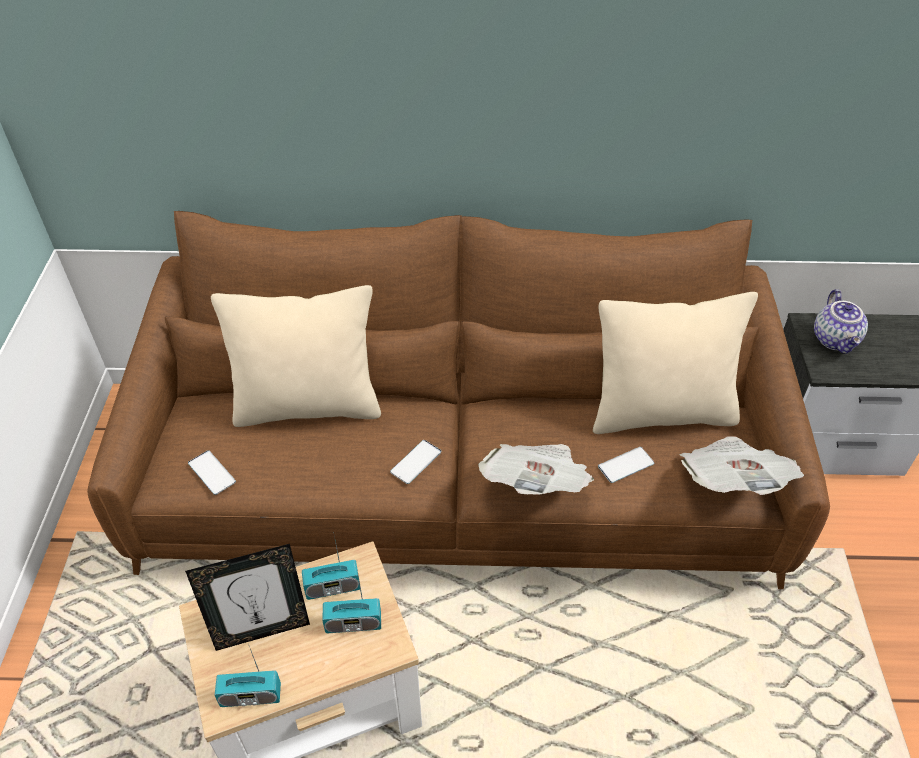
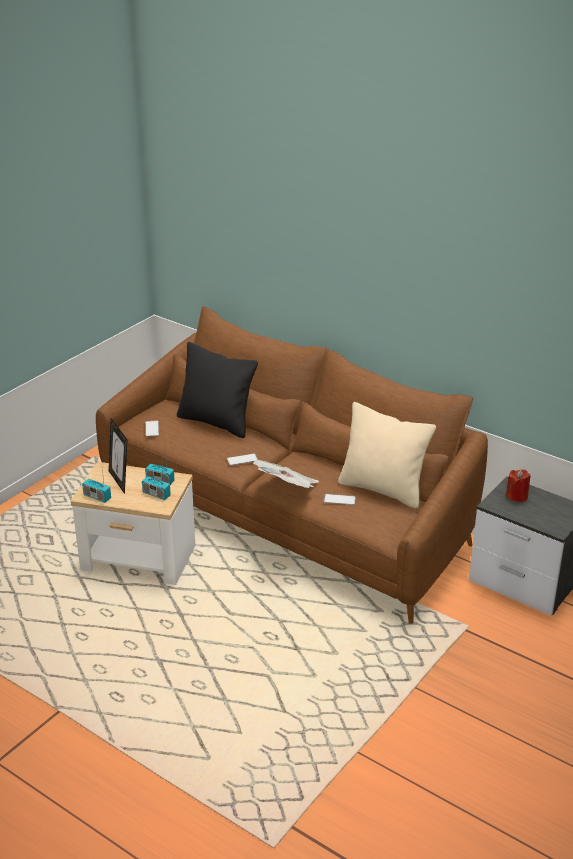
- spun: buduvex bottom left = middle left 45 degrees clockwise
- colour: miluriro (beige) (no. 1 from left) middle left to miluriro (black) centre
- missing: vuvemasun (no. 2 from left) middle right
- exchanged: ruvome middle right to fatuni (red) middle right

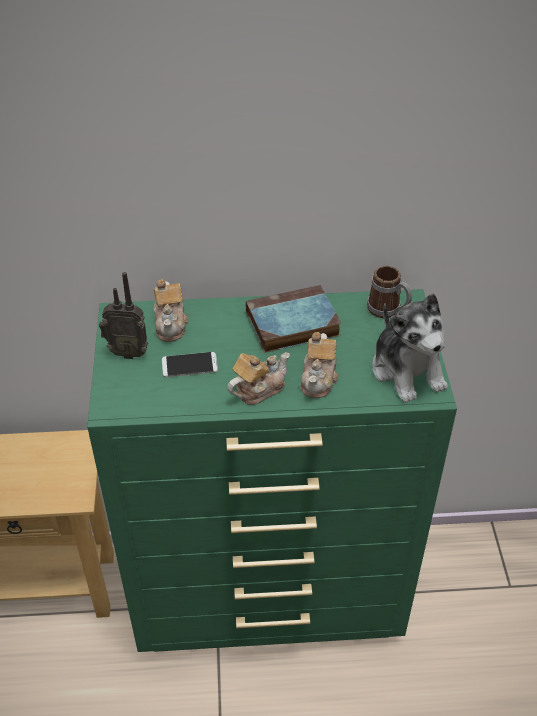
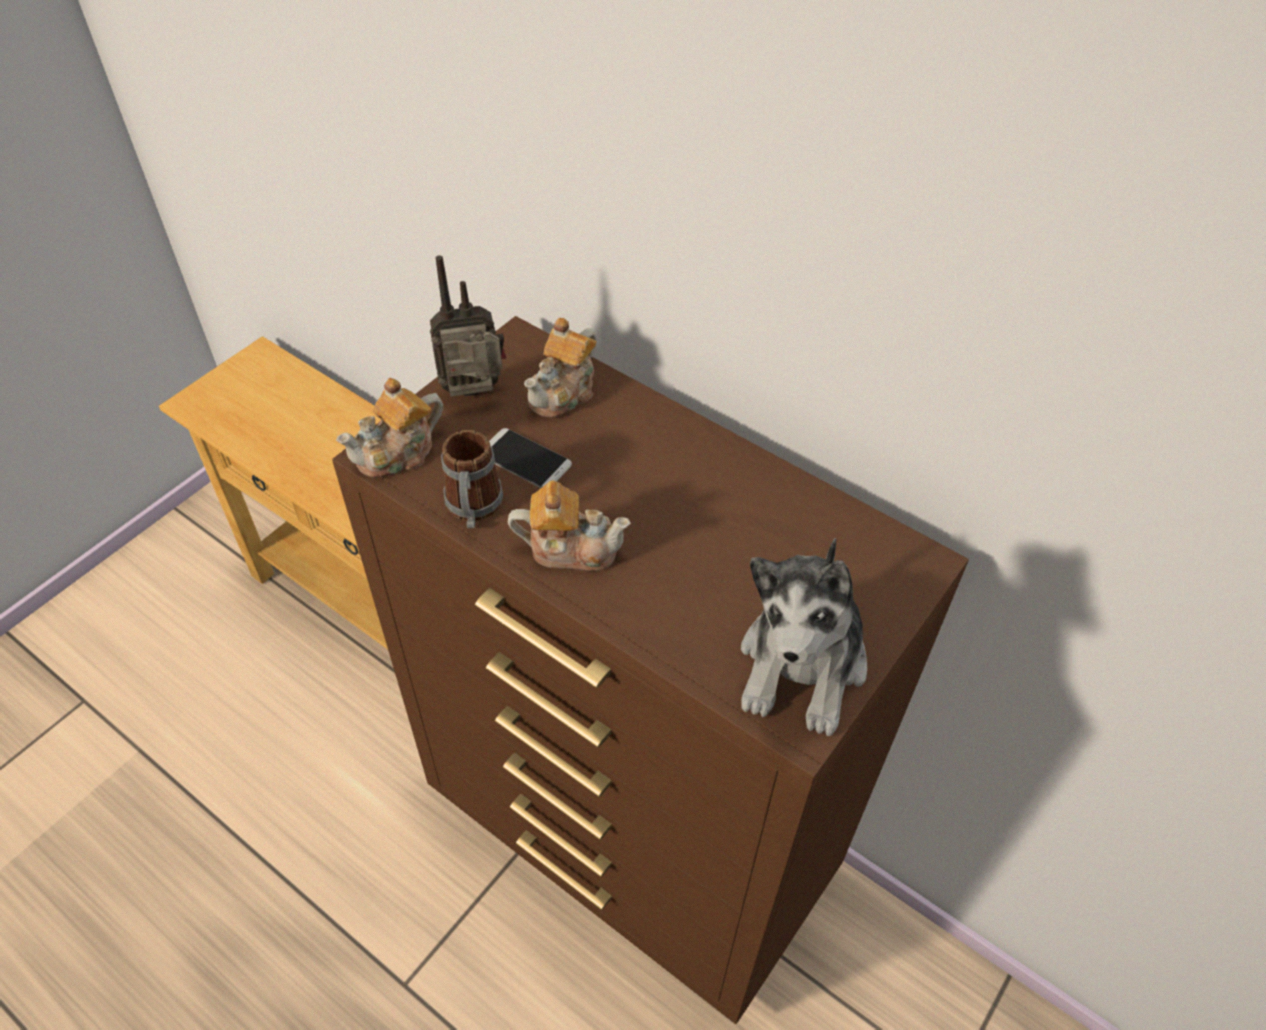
- colour: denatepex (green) centre to denatepex (brown) centre
- spun: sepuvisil middle left = top centre 120 degrees clockwise
- missing: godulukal centre
- relocated: ruvome (no. 3 from left in the first image) centre to ruvome (no. 1 from left) middle left
- relocated: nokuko middle right to centre

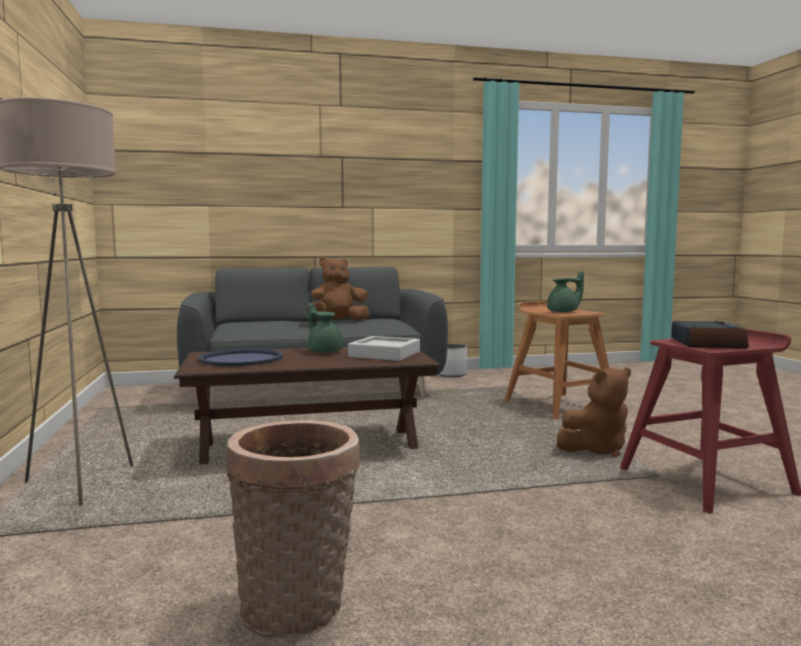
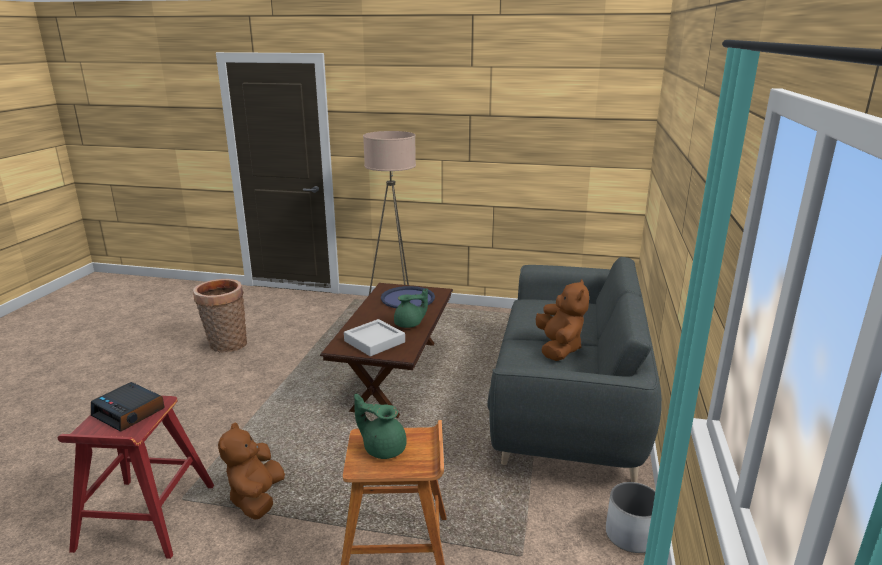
- spun: ruvome (green) (no. 2 from left in the first image) middle right = bottom centre 105 degrees clockwise

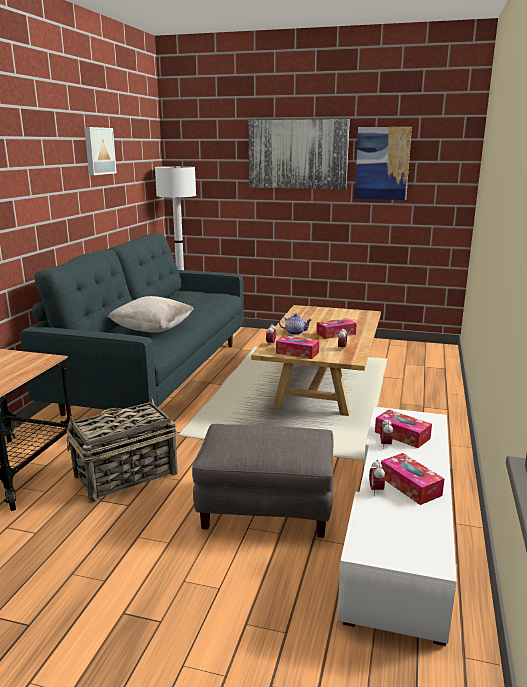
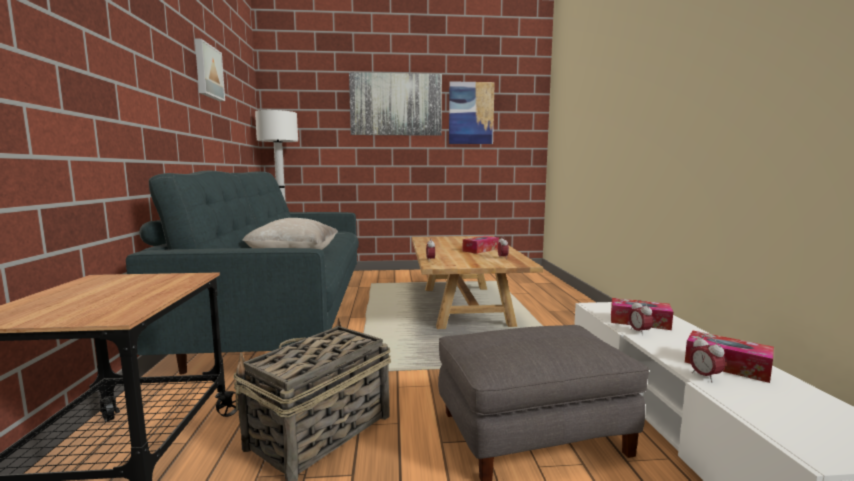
- missing: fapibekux (no. 1 from left) centre
- missing: ruvome centre

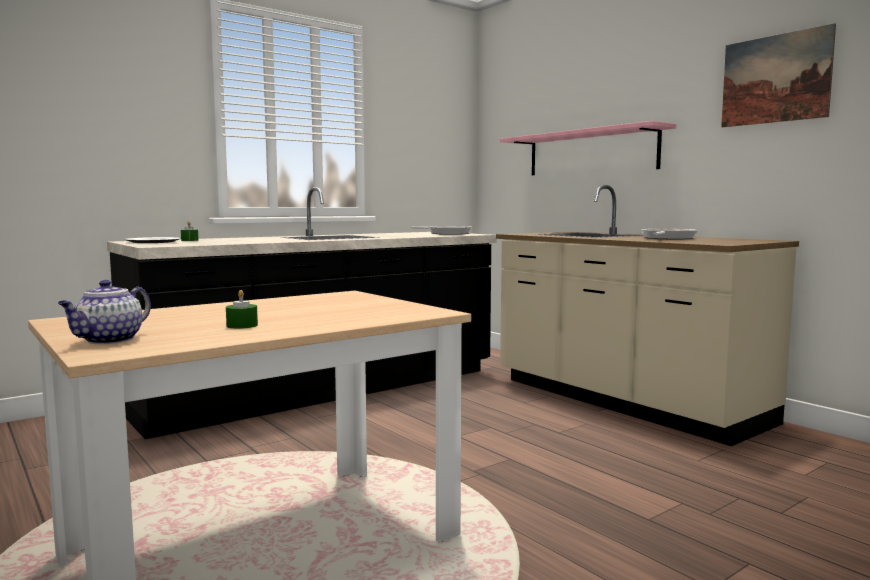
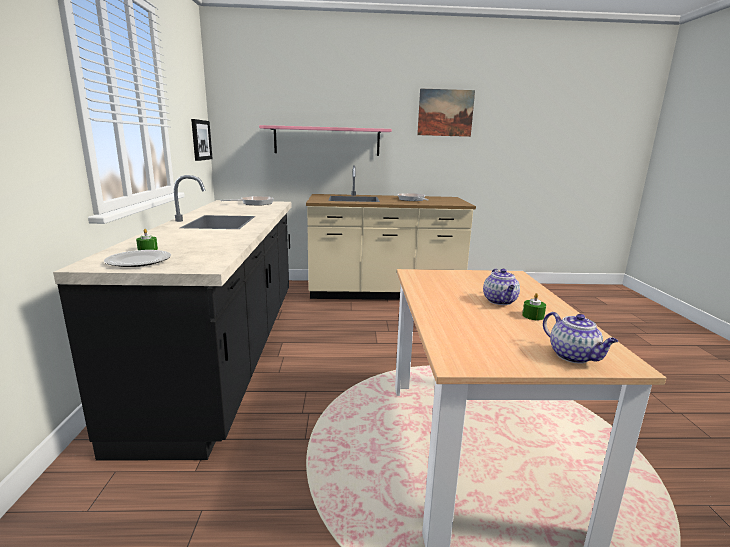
- appeared: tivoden (no. 1 from left) top left
- appeared: ruvome (no. 1 from left) middle right

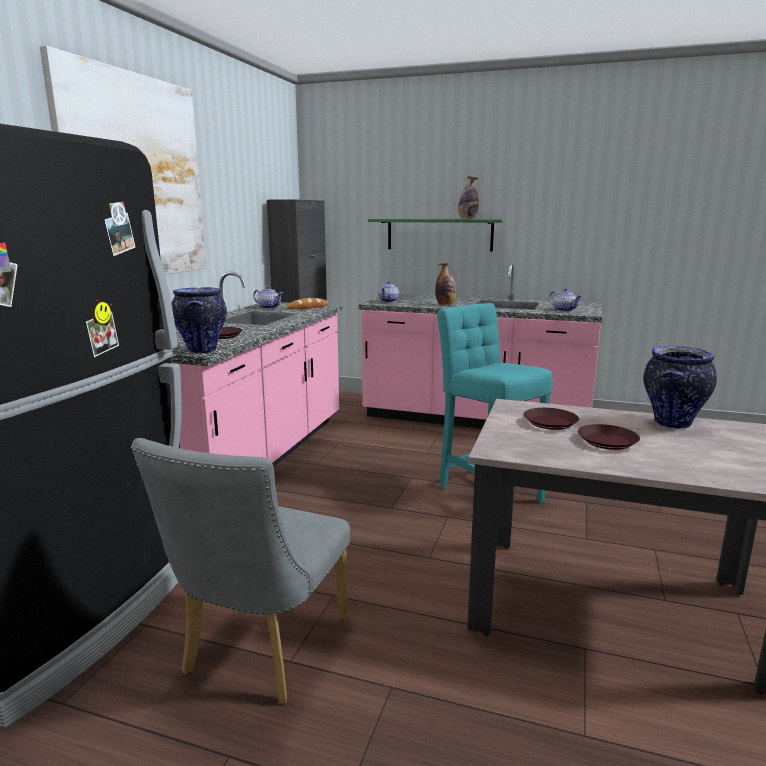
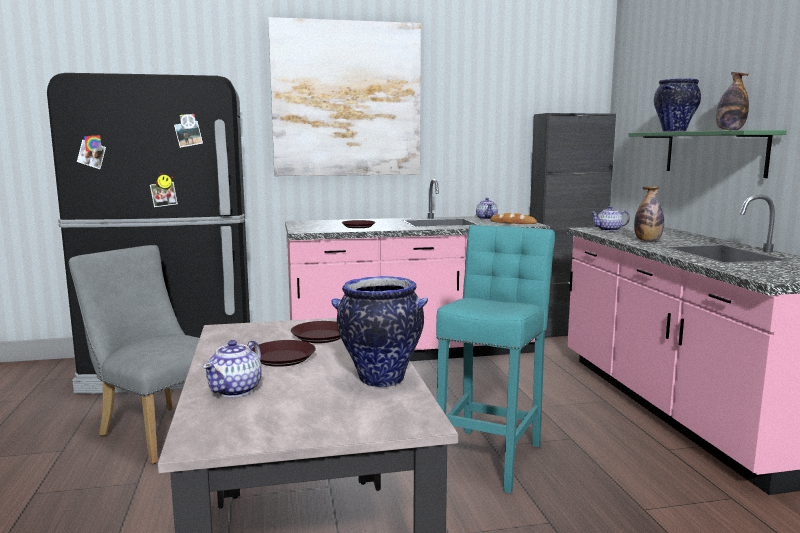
- spun: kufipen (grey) bottom left = middle left 45 degrees clockwise
- relocated: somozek (no. 1 from left in the first image) middle left to somozek (no. 2 from left) top right
- relocated: ruvome (no. 3 from left in the first image) middle right to ruvome (no. 1 from left) bottom left

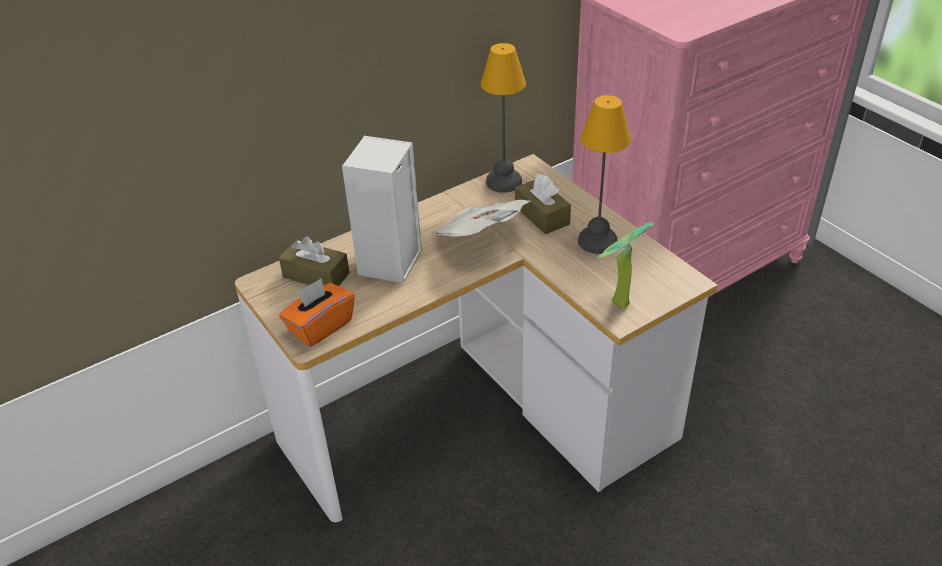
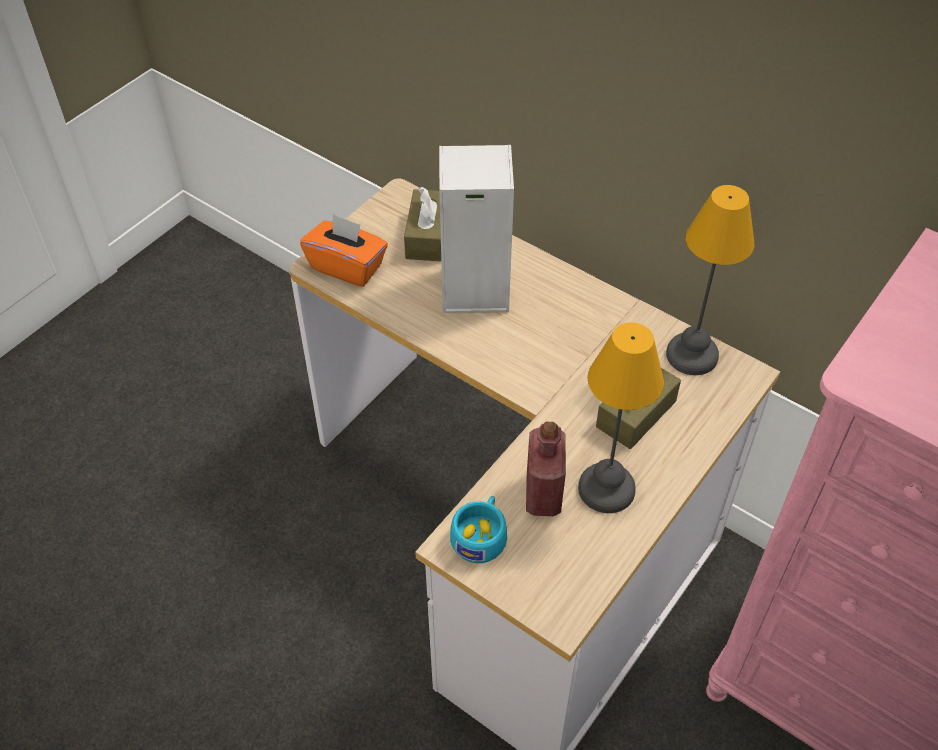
- missing: vuvemasun centre
- exchanged: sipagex centre to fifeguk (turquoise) bottom centre
- appeared: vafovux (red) centre

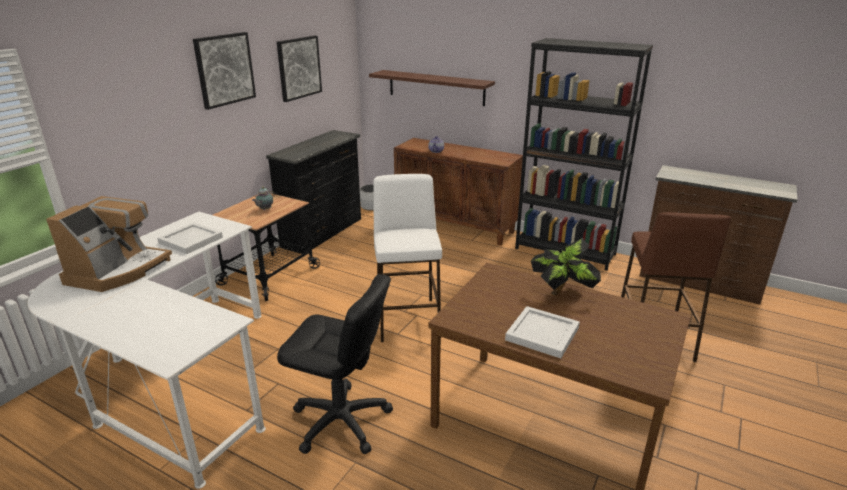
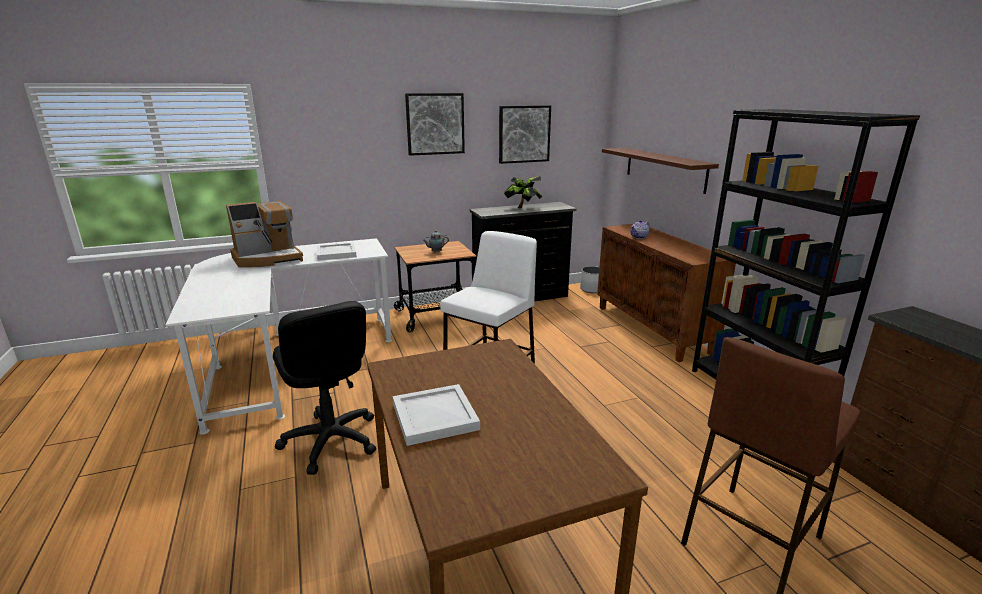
- relocated: sipagex middle right to top centre

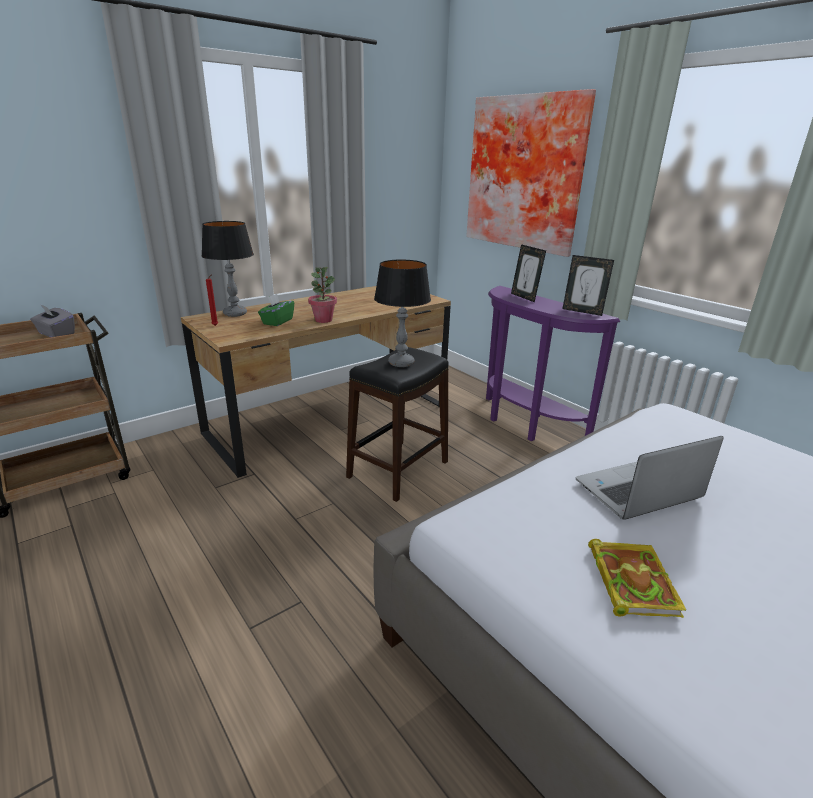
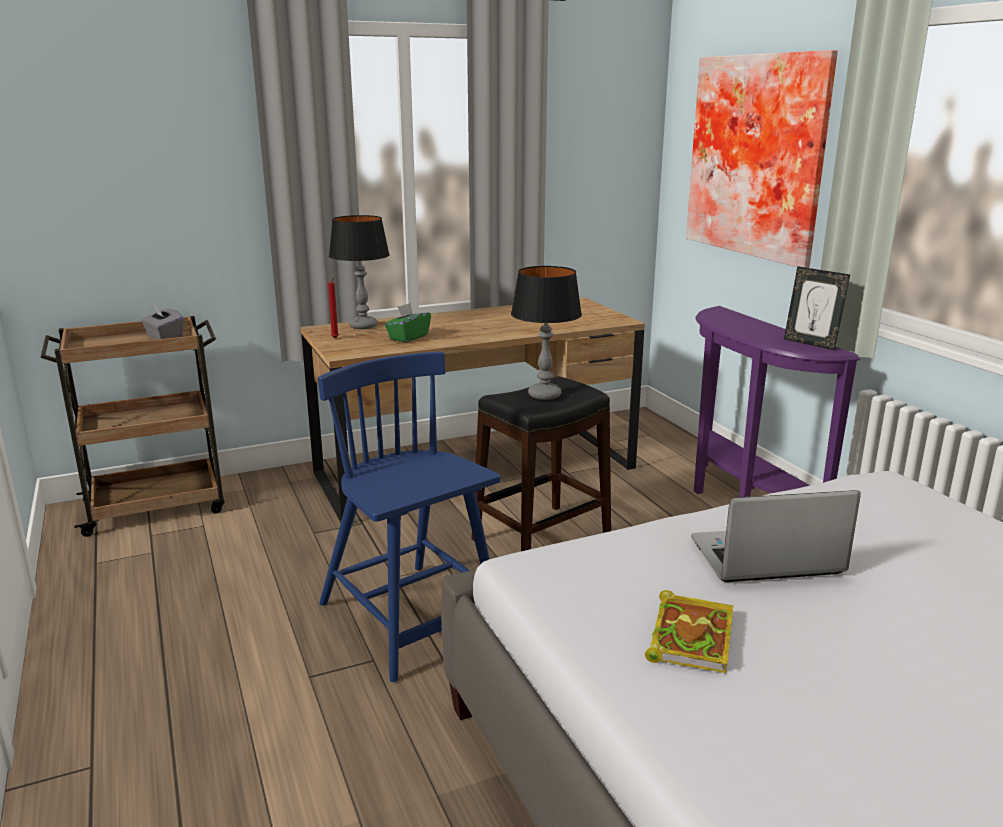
- missing: sipagex centre
- missing: buduvex (no. 1 from left) centre
- appeared: kufipen (blue) centre

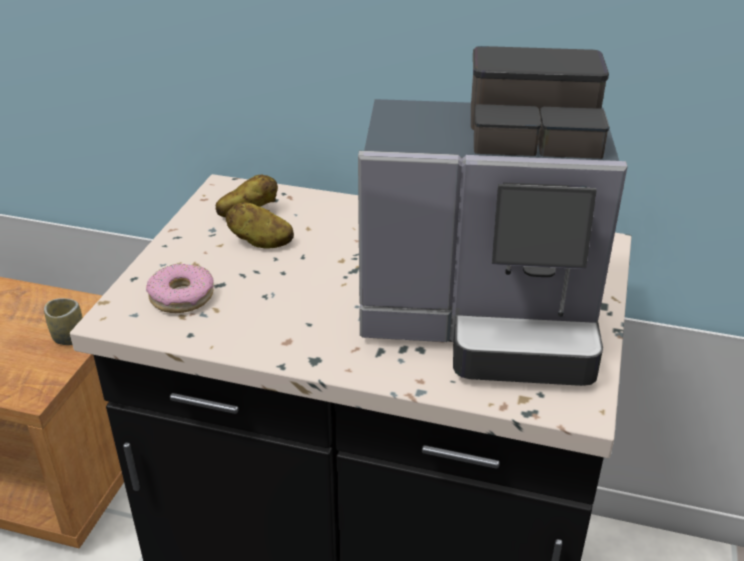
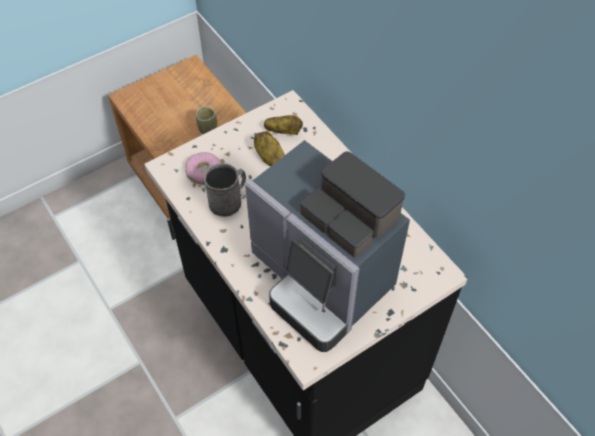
- appeared: nokuko (grey) centre

